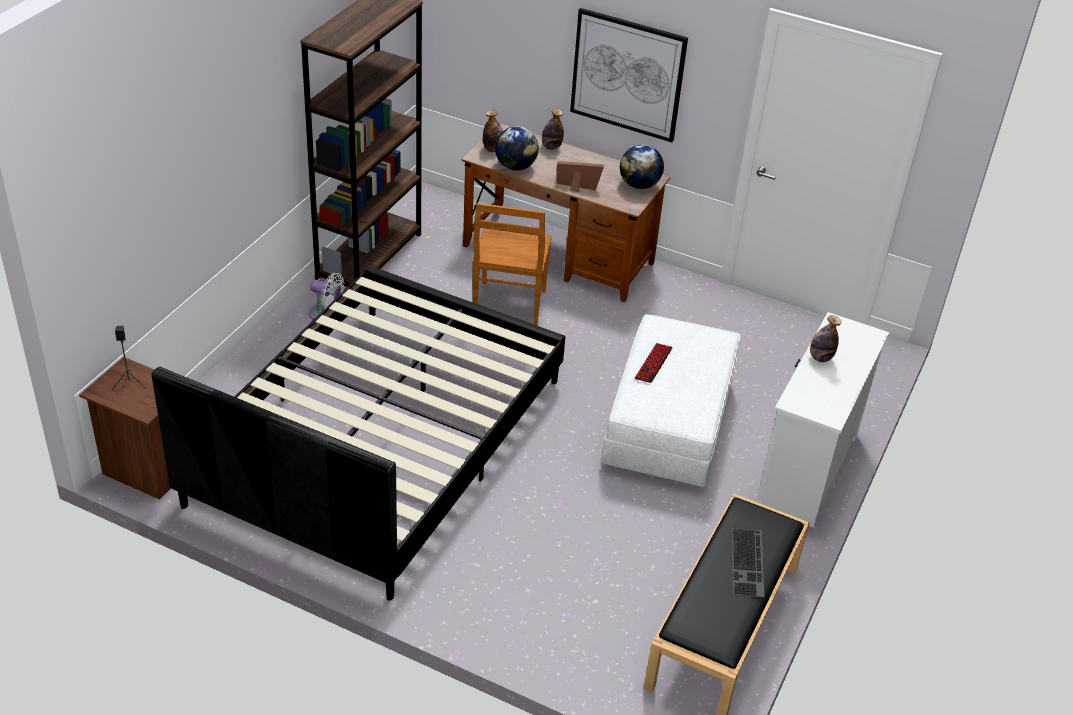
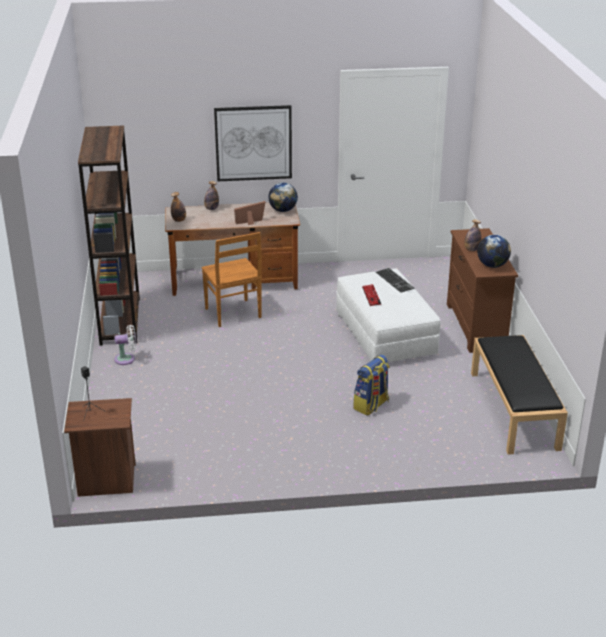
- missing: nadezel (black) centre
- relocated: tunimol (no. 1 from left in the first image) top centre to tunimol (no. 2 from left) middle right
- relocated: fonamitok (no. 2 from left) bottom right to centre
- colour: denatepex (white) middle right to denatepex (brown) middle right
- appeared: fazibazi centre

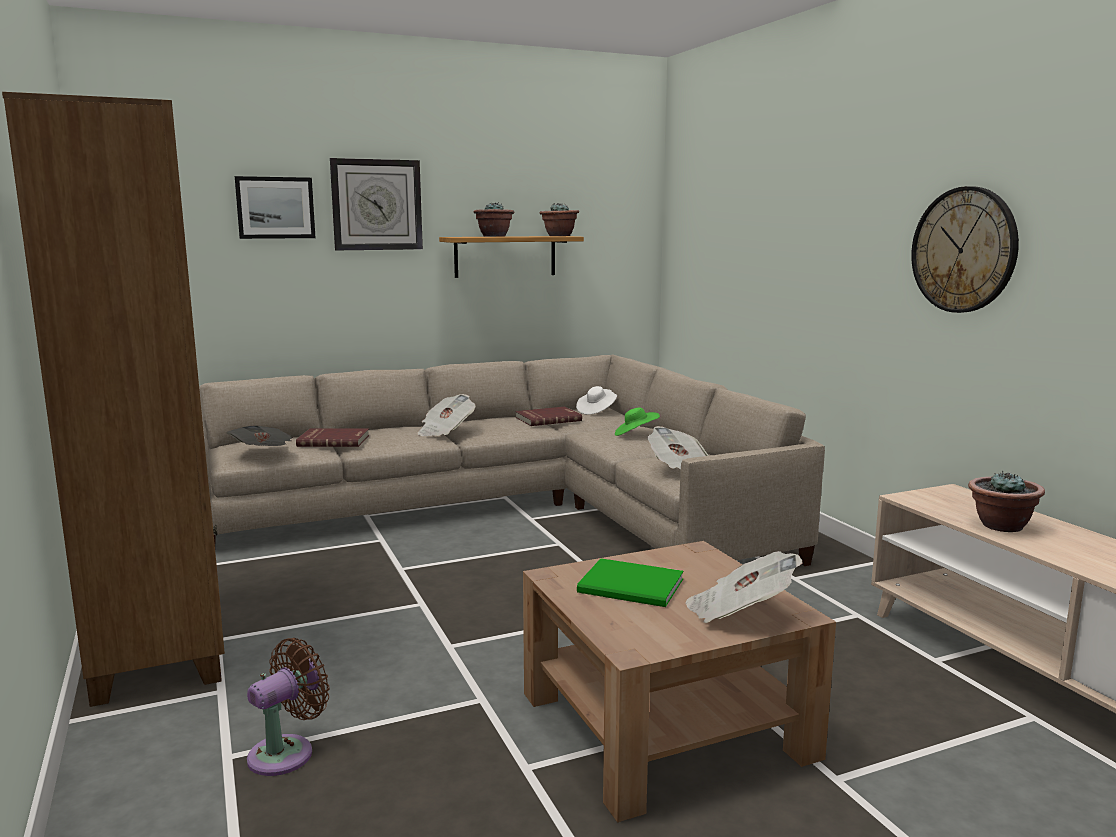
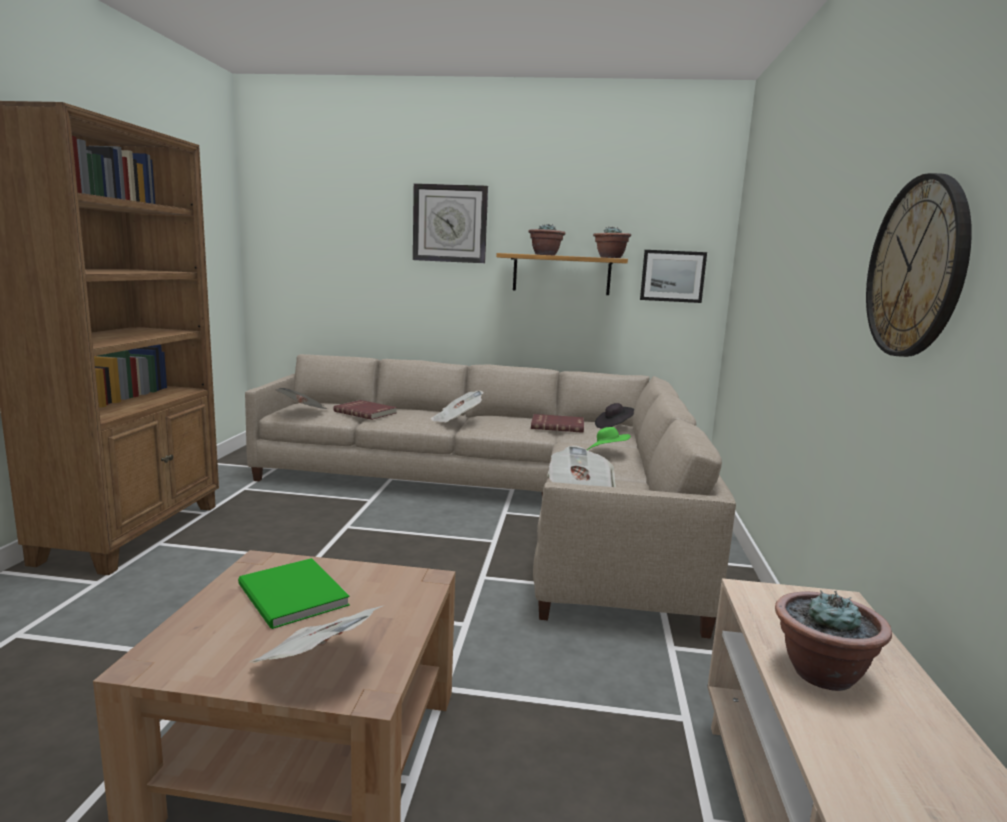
- relocated: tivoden top left to middle right
- missing: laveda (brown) bottom left
- colour: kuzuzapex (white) centre to kuzuzapex (black) centre

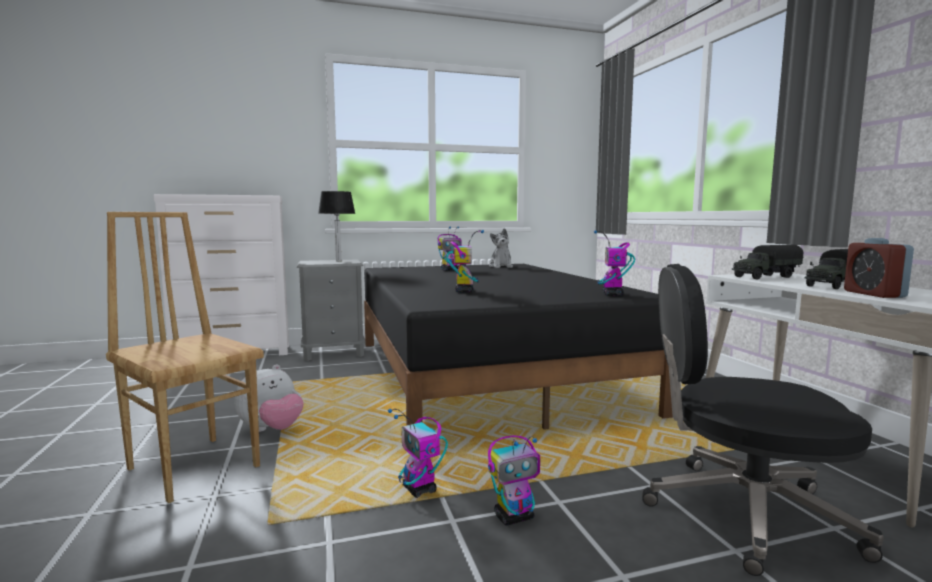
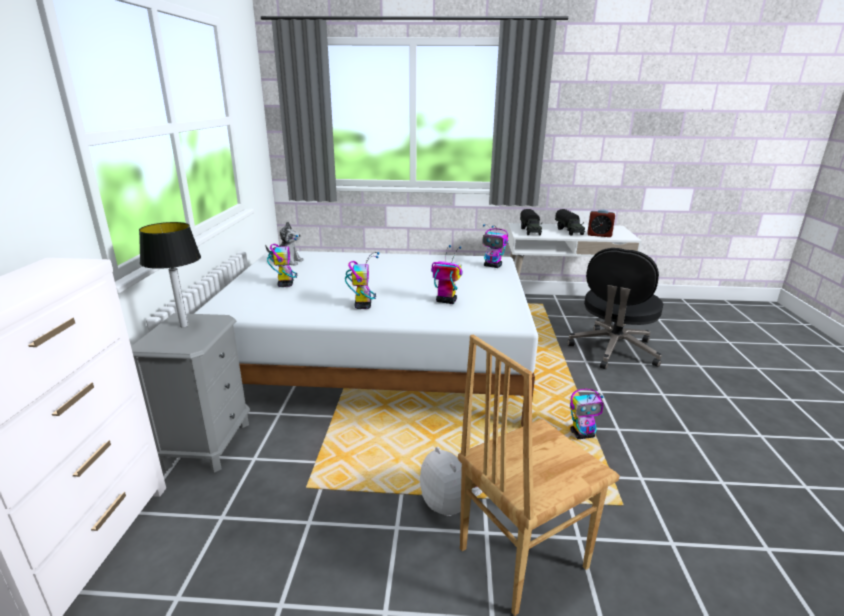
- colour: nadezel (black) centre to nadezel (white) centre
- relocated: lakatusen (no. 4 from left in the first image) bottom centre to lakatusen (no. 2 from left) centre

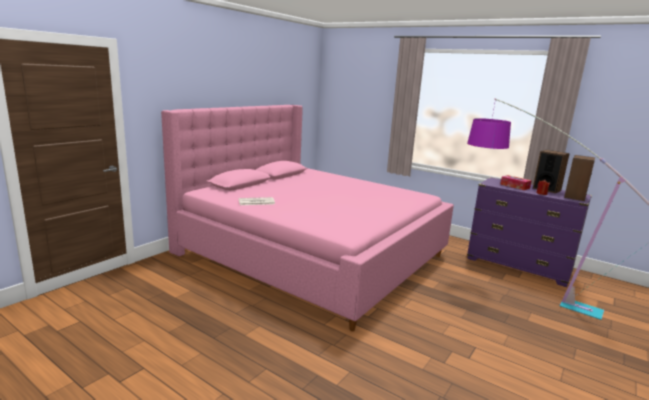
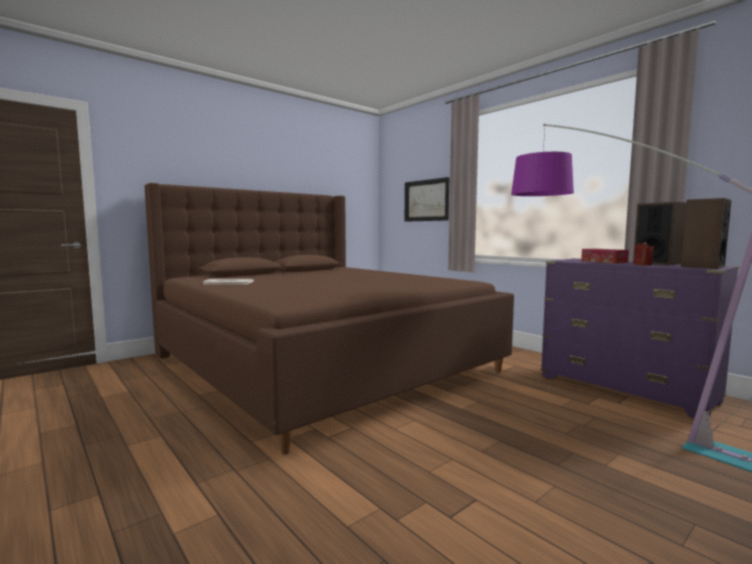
- colour: nadezel (pink) centre to nadezel (brown) centre
- appeared: tivoden centre

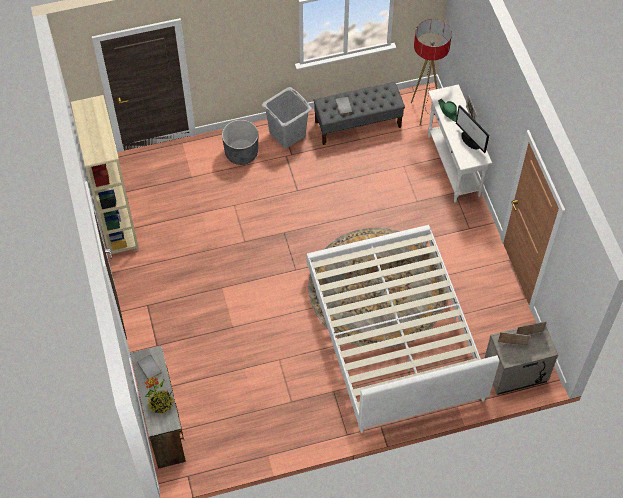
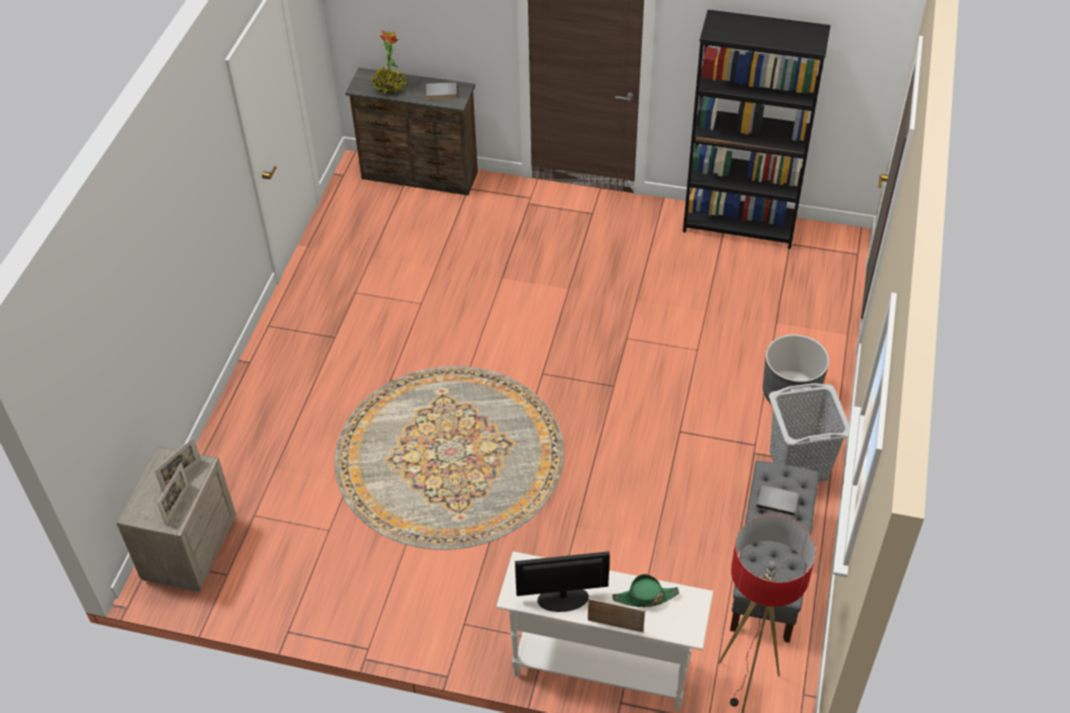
- colour: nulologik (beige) middle left to nulologik (black) top right
- missing: nadezel (white) centre

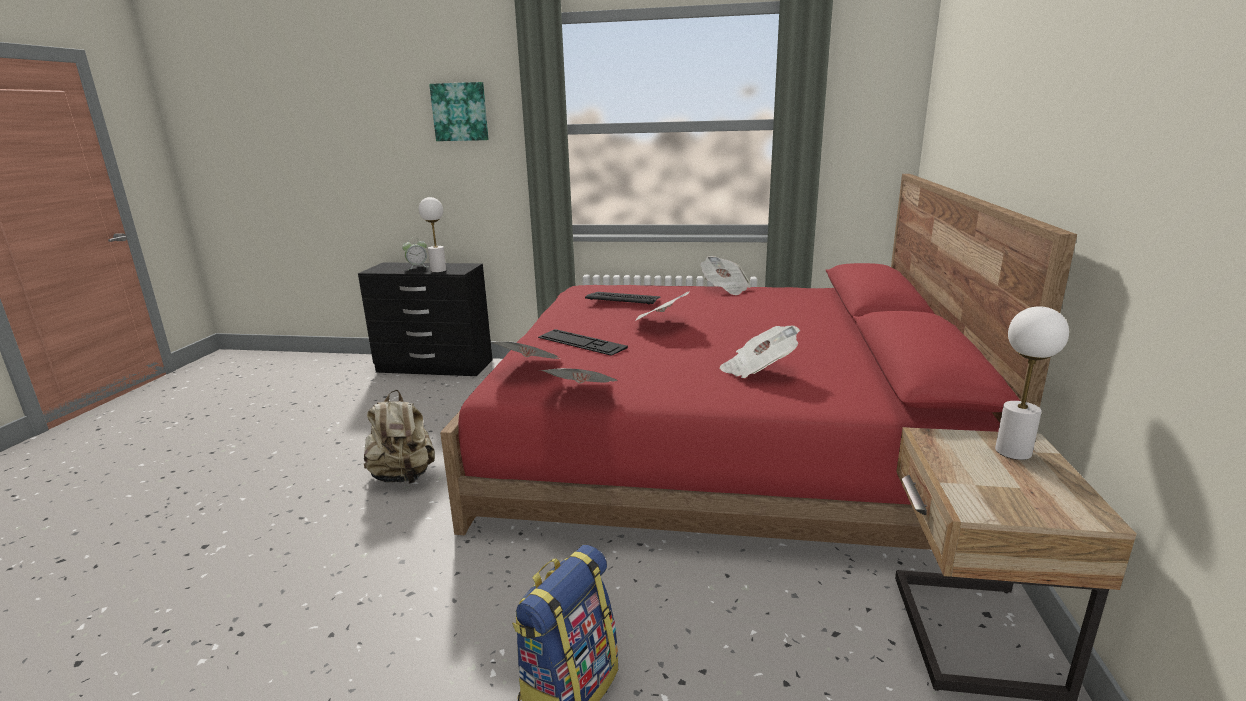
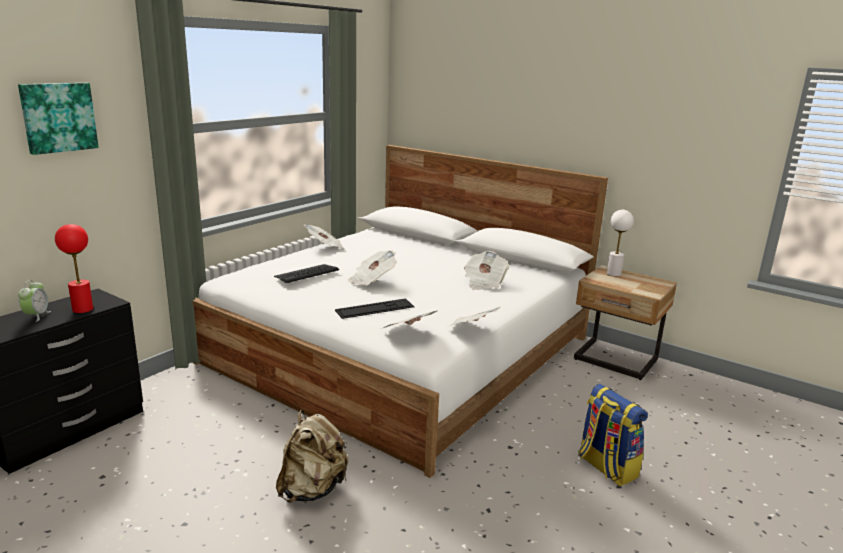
- colour: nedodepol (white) (no. 1 from left) centre to nedodepol (red) middle left
- colour: nadezel (red) centre to nadezel (white) centre

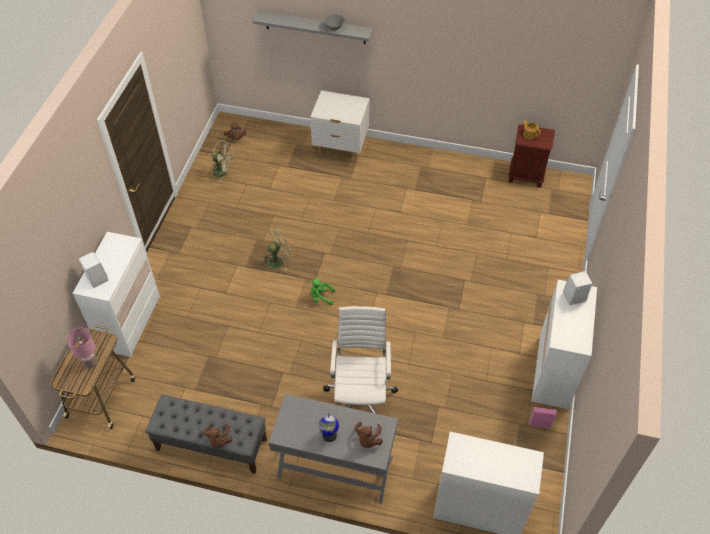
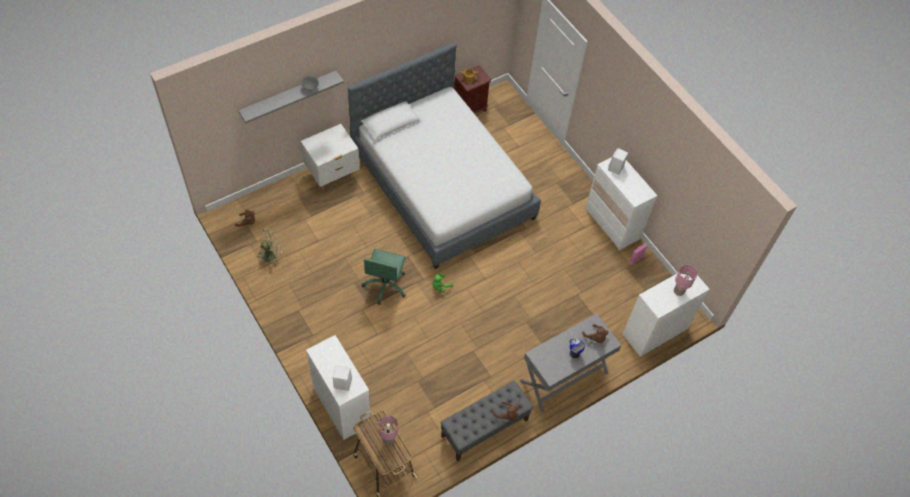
- exchanged: laveda (green) (no. 2 from left) centre to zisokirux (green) centre
- missing: zisokirux (white) bottom centre
- appeared: nadezel top centre
- appeared: nedodepol (pink) (no. 2 from left) middle right

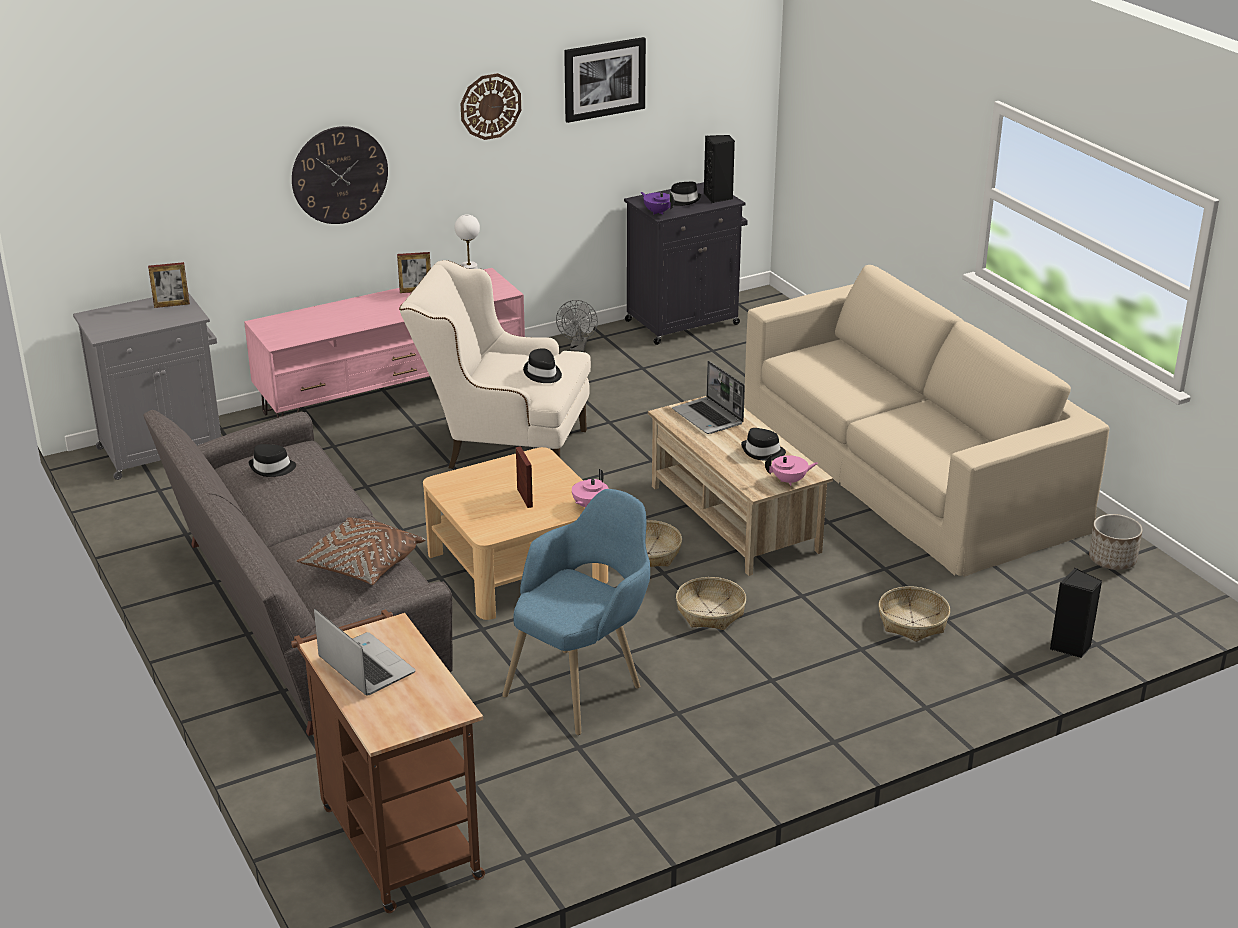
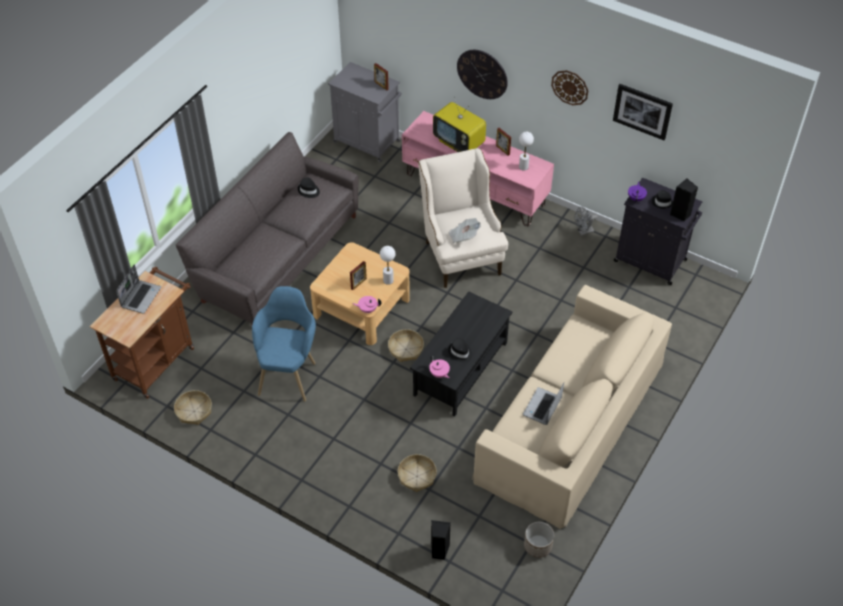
- missing: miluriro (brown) middle left
- spun: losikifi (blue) centre = centre 90 degrees counterclockwise
- exchanged: kuzuzapex (black) (no. 2 from left) centre to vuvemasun centre
- colour: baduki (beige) (no. 2 from left) centre to baduki (black) centre
- relocated: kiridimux (no. 2 from left) centre to bottom centre
- relocated: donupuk (no. 2 from left in the first image) centre to donupuk (no. 1 from left) bottom left
- appeared: nedodepol (white) (no. 1 from left) centre
- appeared: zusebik top centre

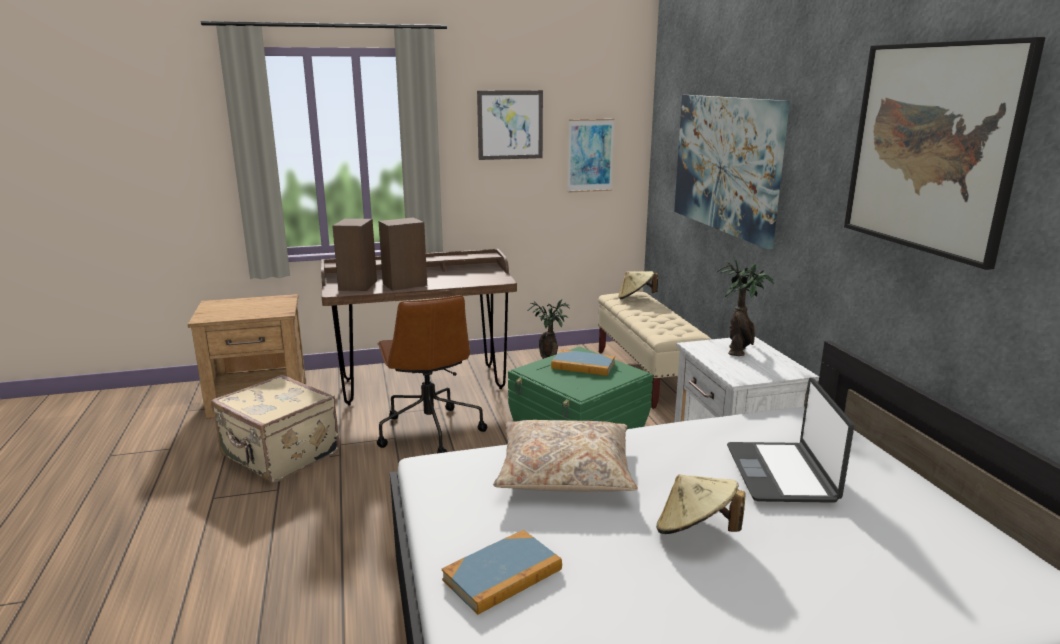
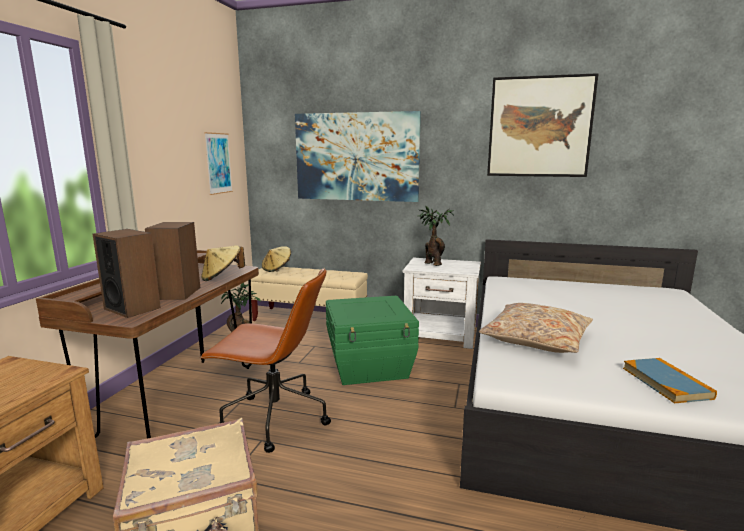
- missing: tivoden (no. 1 from left) top centre
- missing: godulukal (no. 2 from left) centre
- relocated: kuzuzapex (beige) (no. 2 from left in the first image) bottom centre to kuzuzapex (beige) (no. 1 from left) middle left
- missing: kiridimux bottom right

